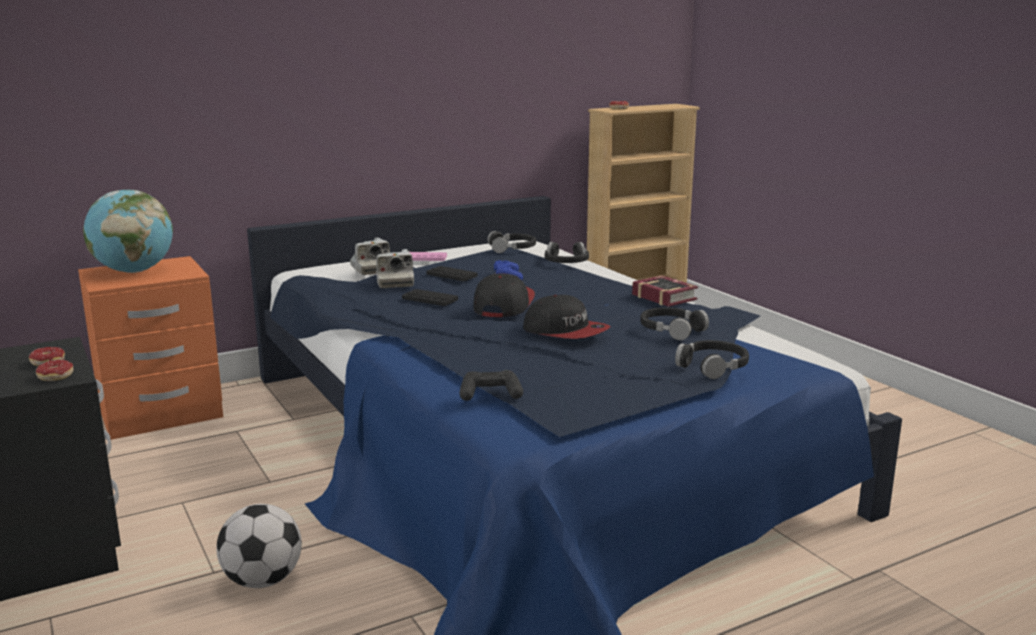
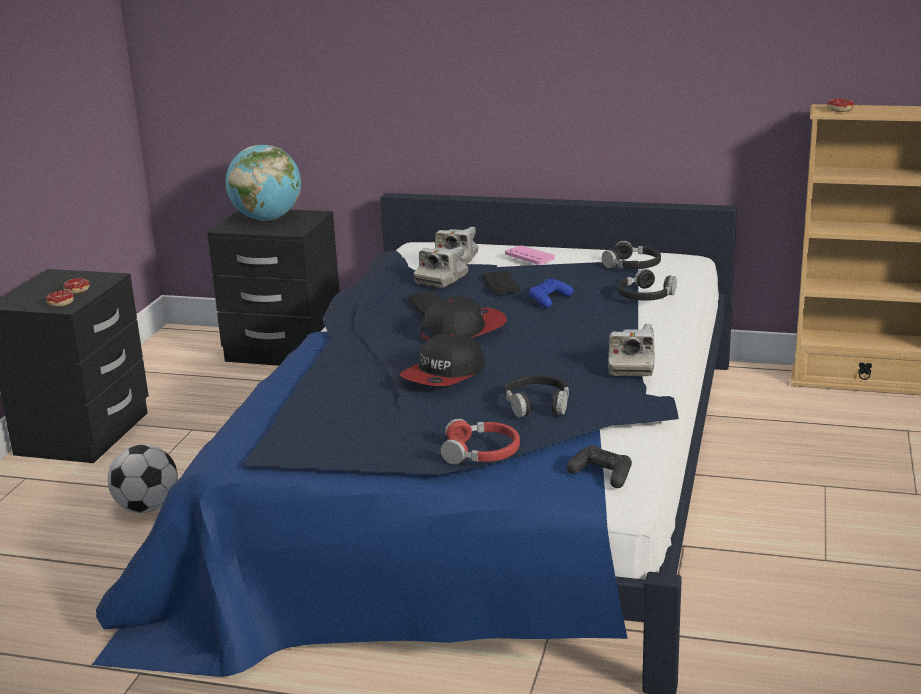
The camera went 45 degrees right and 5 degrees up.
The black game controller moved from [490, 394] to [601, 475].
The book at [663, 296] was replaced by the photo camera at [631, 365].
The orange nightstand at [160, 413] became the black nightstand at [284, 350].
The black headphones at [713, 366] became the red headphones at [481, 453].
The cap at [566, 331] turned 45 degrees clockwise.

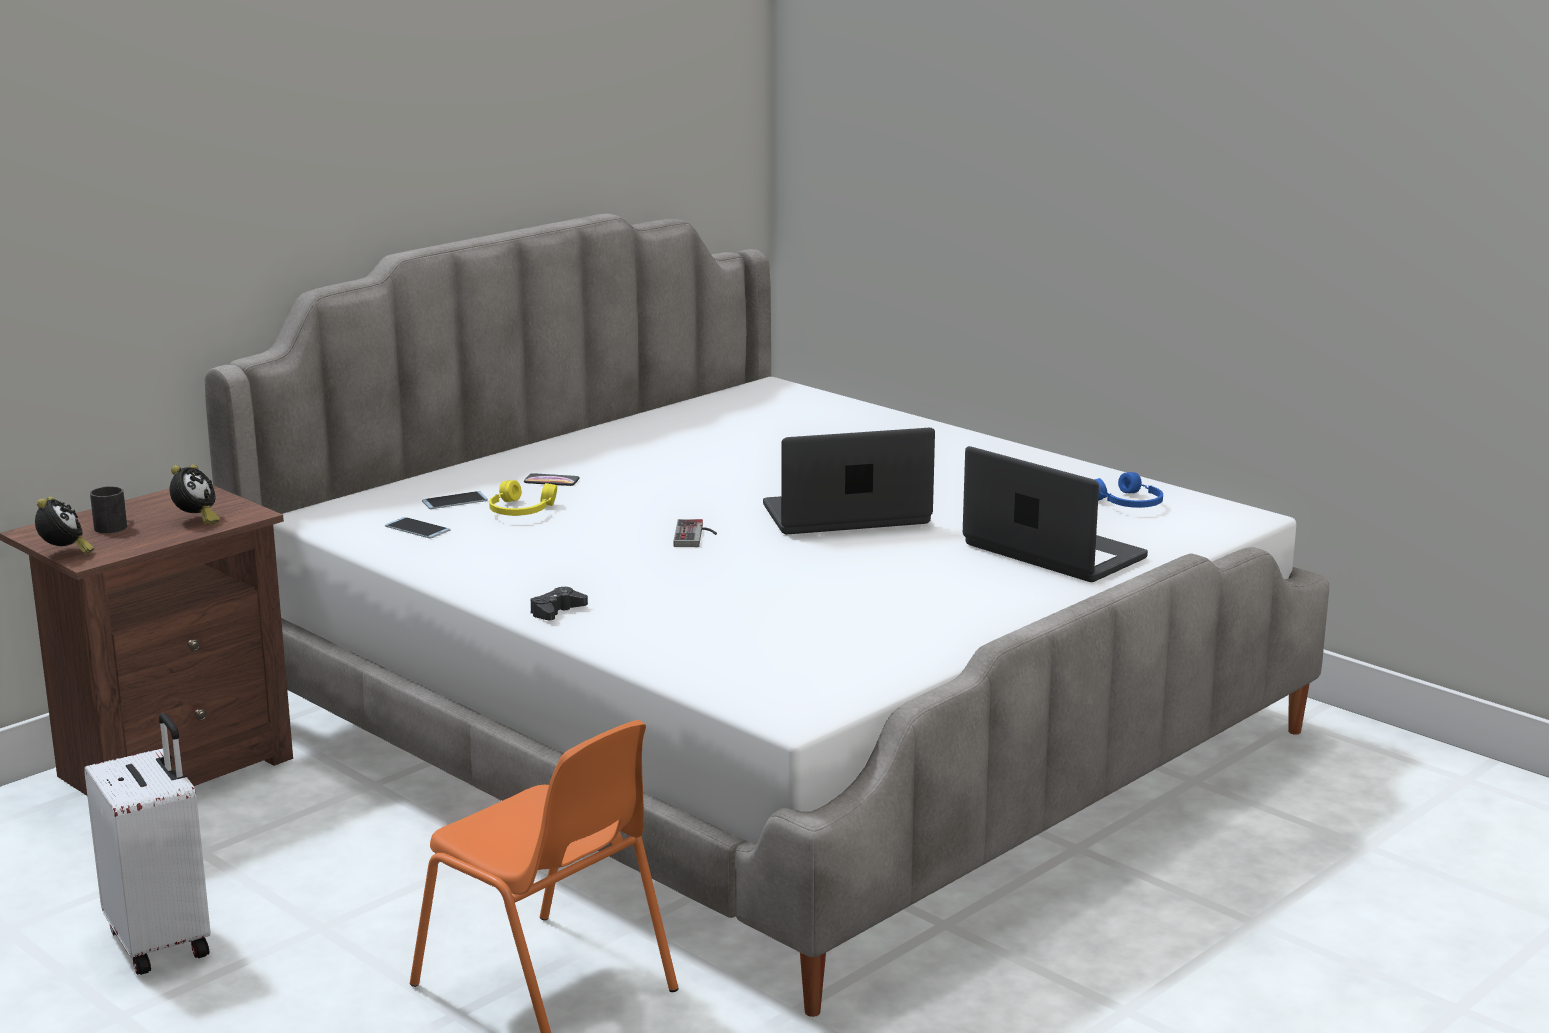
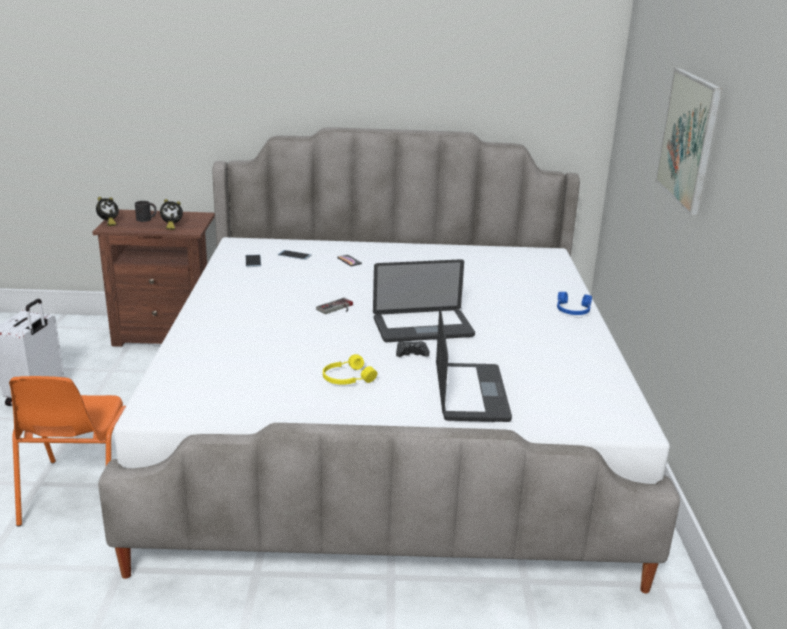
The camera went 45 degrees right and 5 degrees up.
The picture at [688, 139] appeared.
The yellow headphones moved from [520, 511] to [347, 378].
The black game controller moved from [557, 611] to [411, 353].
The blue headphones moved from [1128, 504] to [572, 310].
The laptop at [846, 515] turned 135 degrees clockwise.

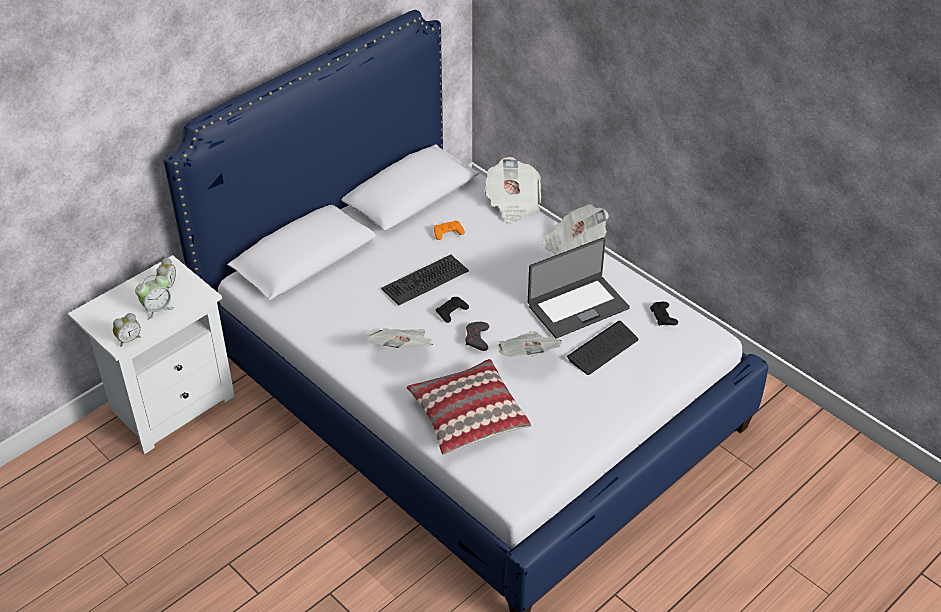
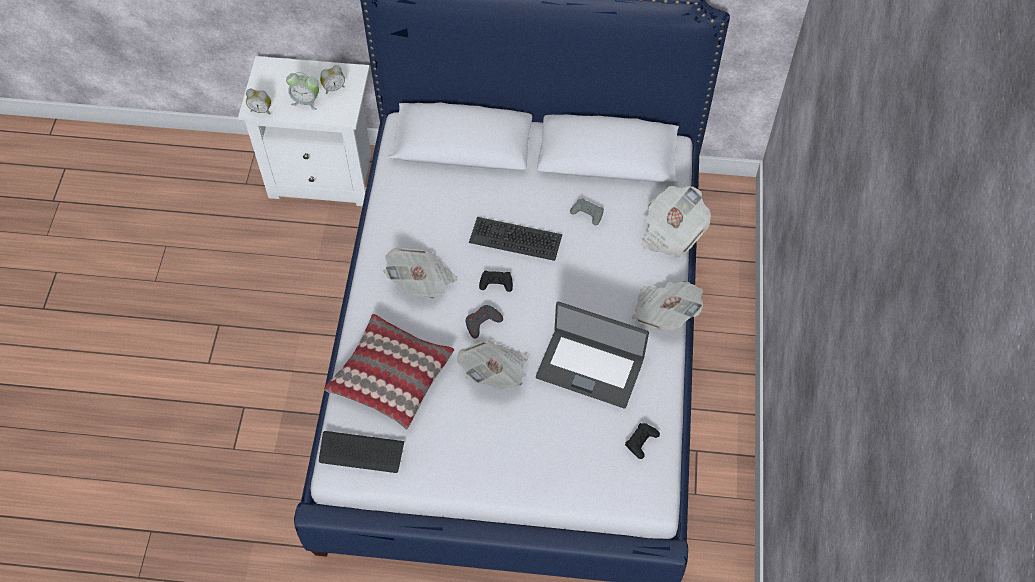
The camera went 50 degrees right and 15 degrees up.
The keyboard moved from [603, 349] to [361, 452].
The orange game controller at [448, 232] became the grey game controller at [587, 213].

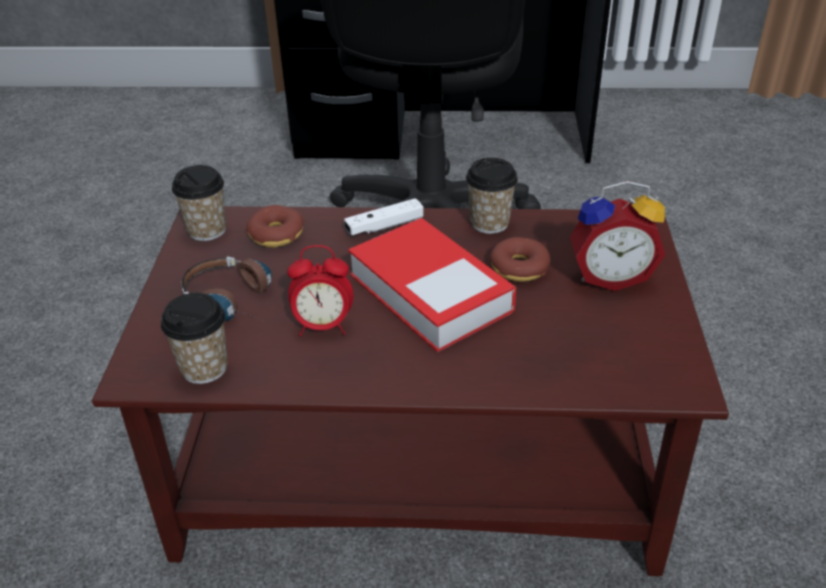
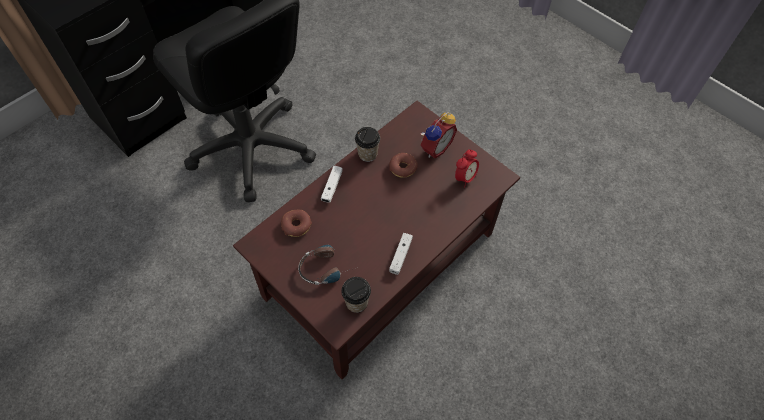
The camera went 50 degrees left and 20 degrees up.
The cup at [207, 230] disappeared.
The book at [430, 293] disappeared.
The white game controller at [400, 256] appeared.
The alarm clock moved from [323, 326] to [465, 178].

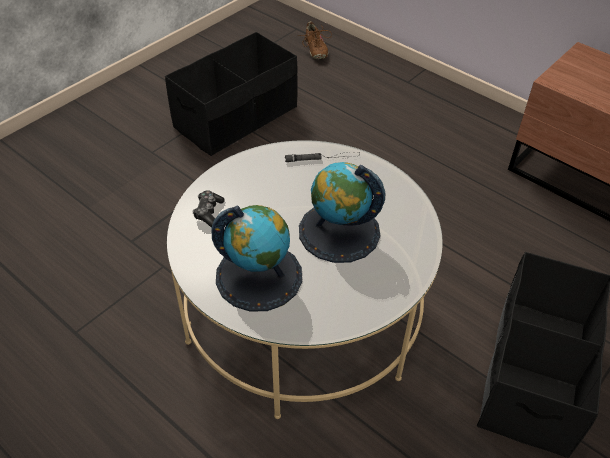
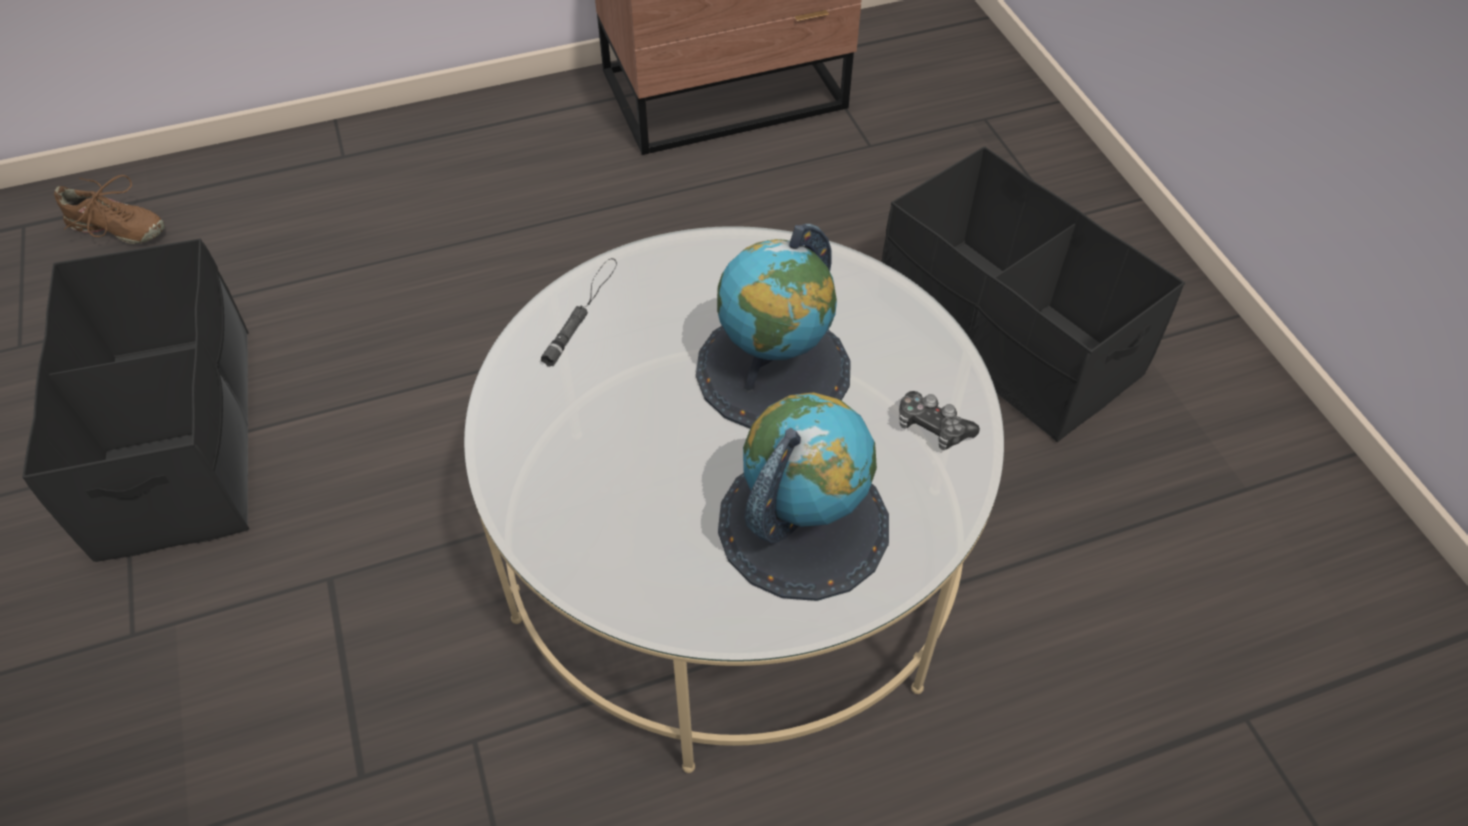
The camera went 60 degrees left and 5 degrees up.
The game controller moved from [208, 212] to [932, 427].

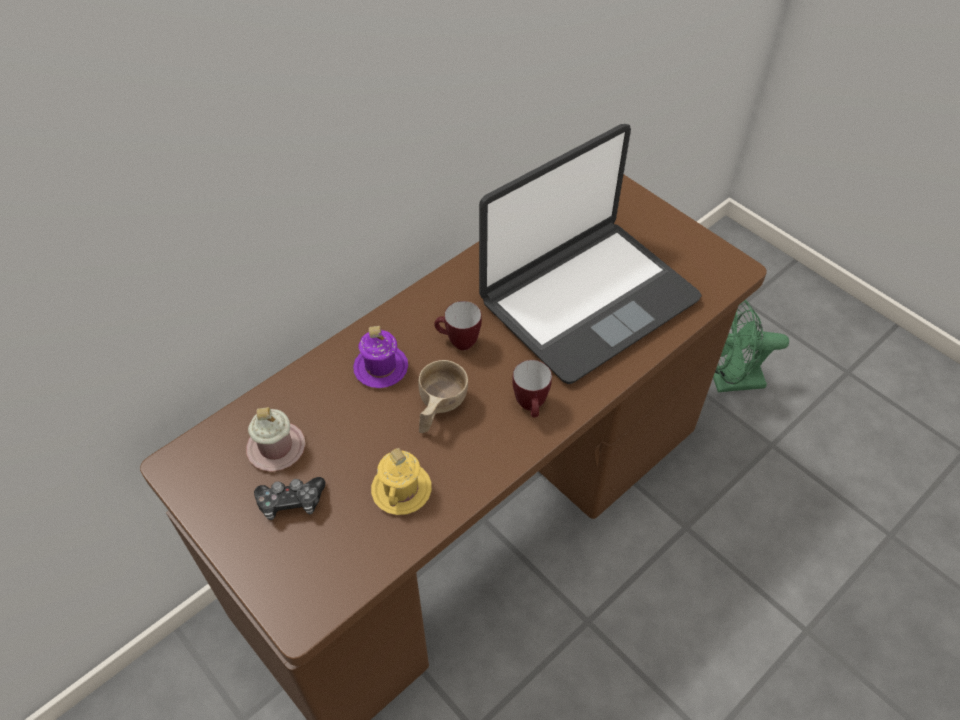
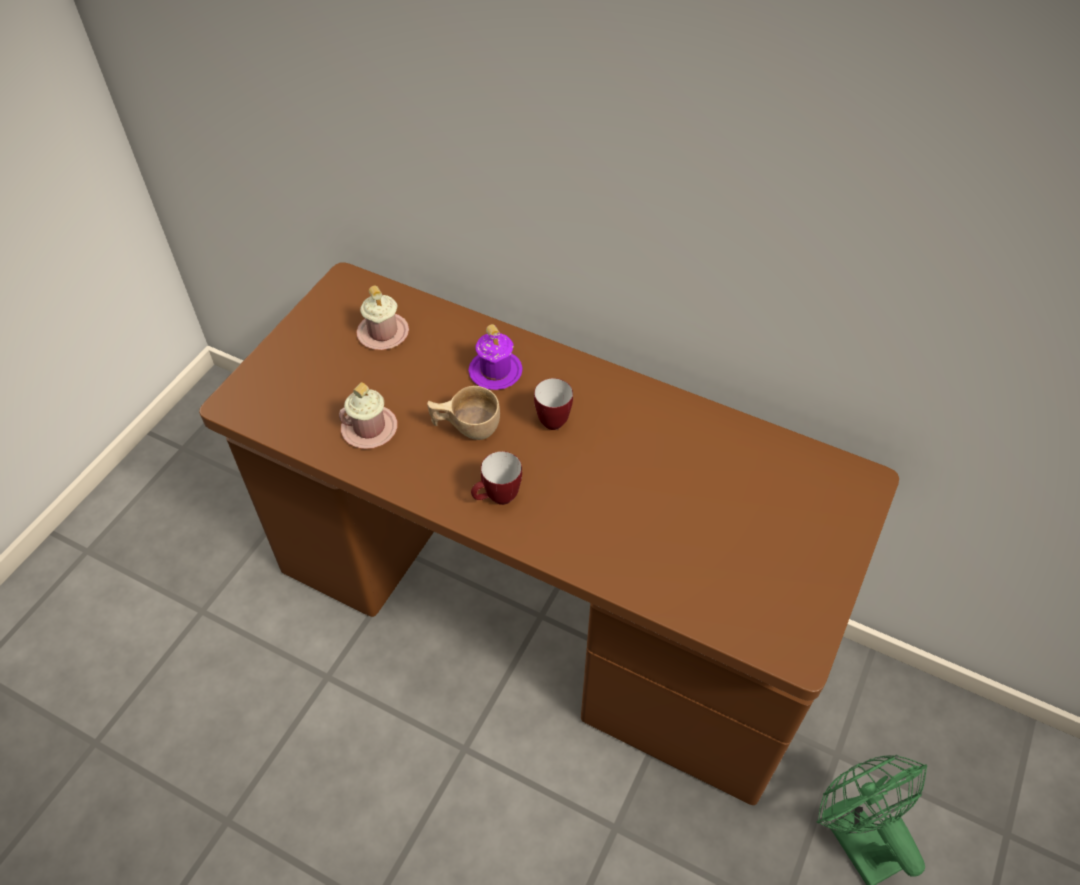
The camera went 70 degrees right and 0 degrees up.
The game controller at [291, 502] disappeared.
The laptop at [587, 299] disappeared.
The yellow mug at [401, 489] became the pink mug at [369, 428].

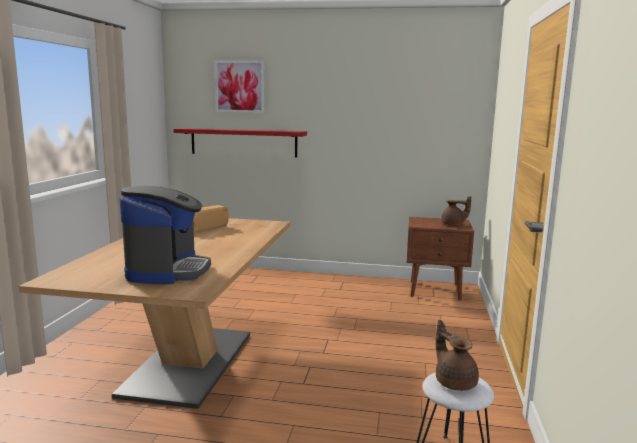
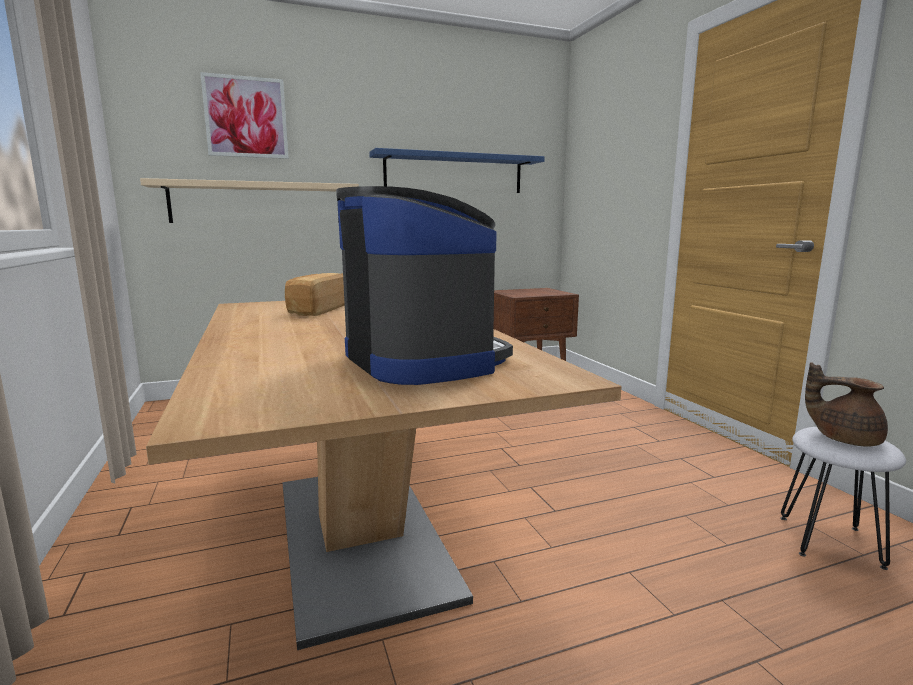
The camera went 30 degrees left and 0 degrees up.
The brown teapot at [453, 224] disappeared.
The blue shelf at [454, 173] appeared.
The red shelf at [243, 142] became the beige shelf at [258, 203].

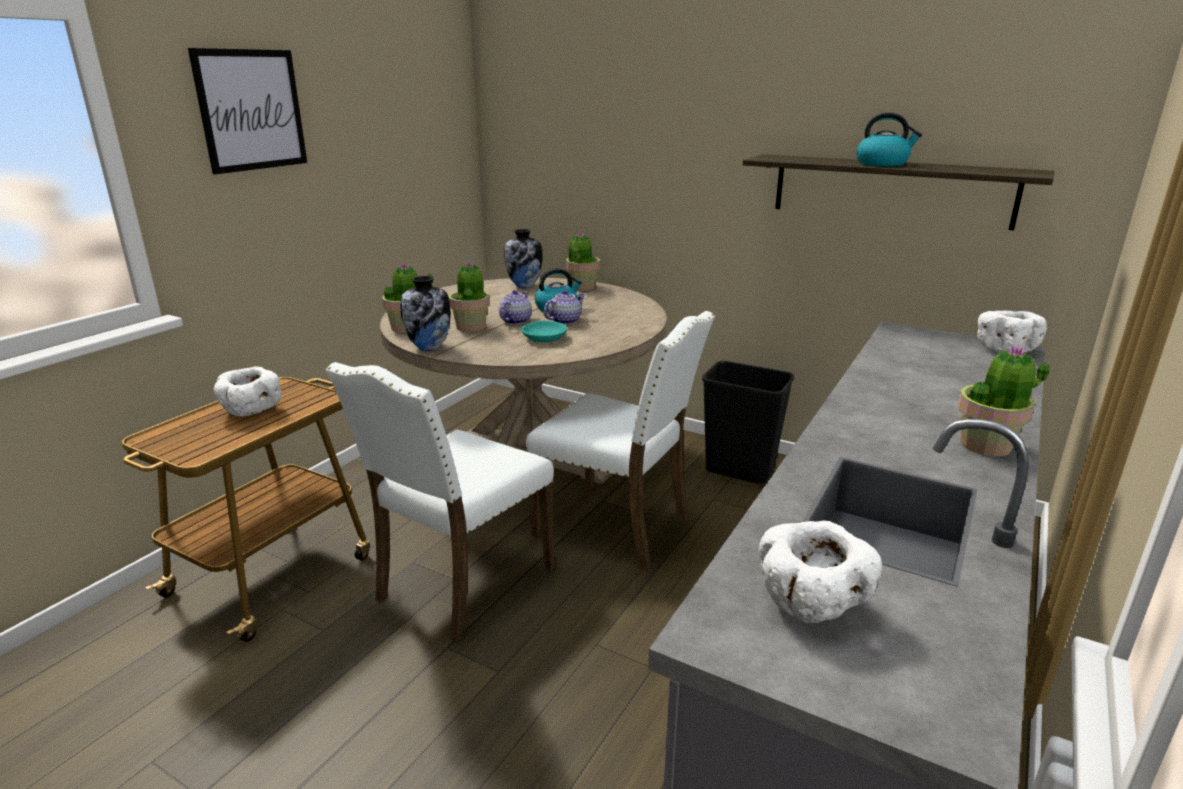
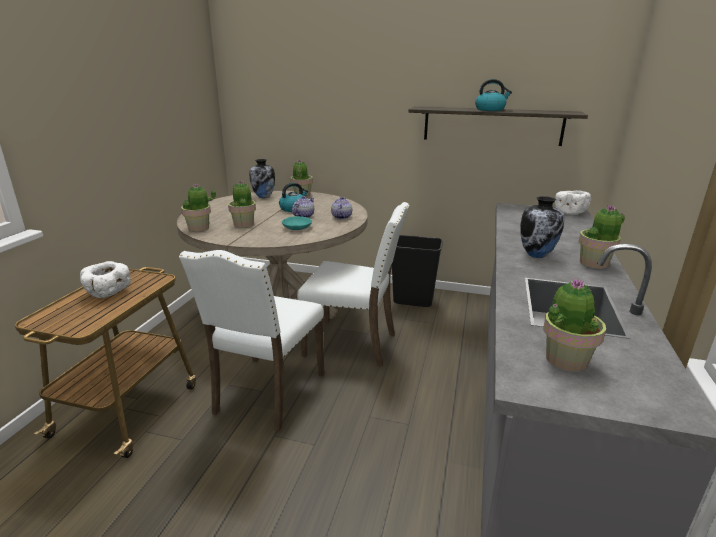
The camera went 15 degrees left and 0 degrees up.
The picture at [251, 110] disappeared.
The vase moved from [429, 348] to [537, 255].
The teapot moved from [515, 321] to [341, 217].
The white bowl at [810, 605] was replaced by the potted plant at [565, 360].

